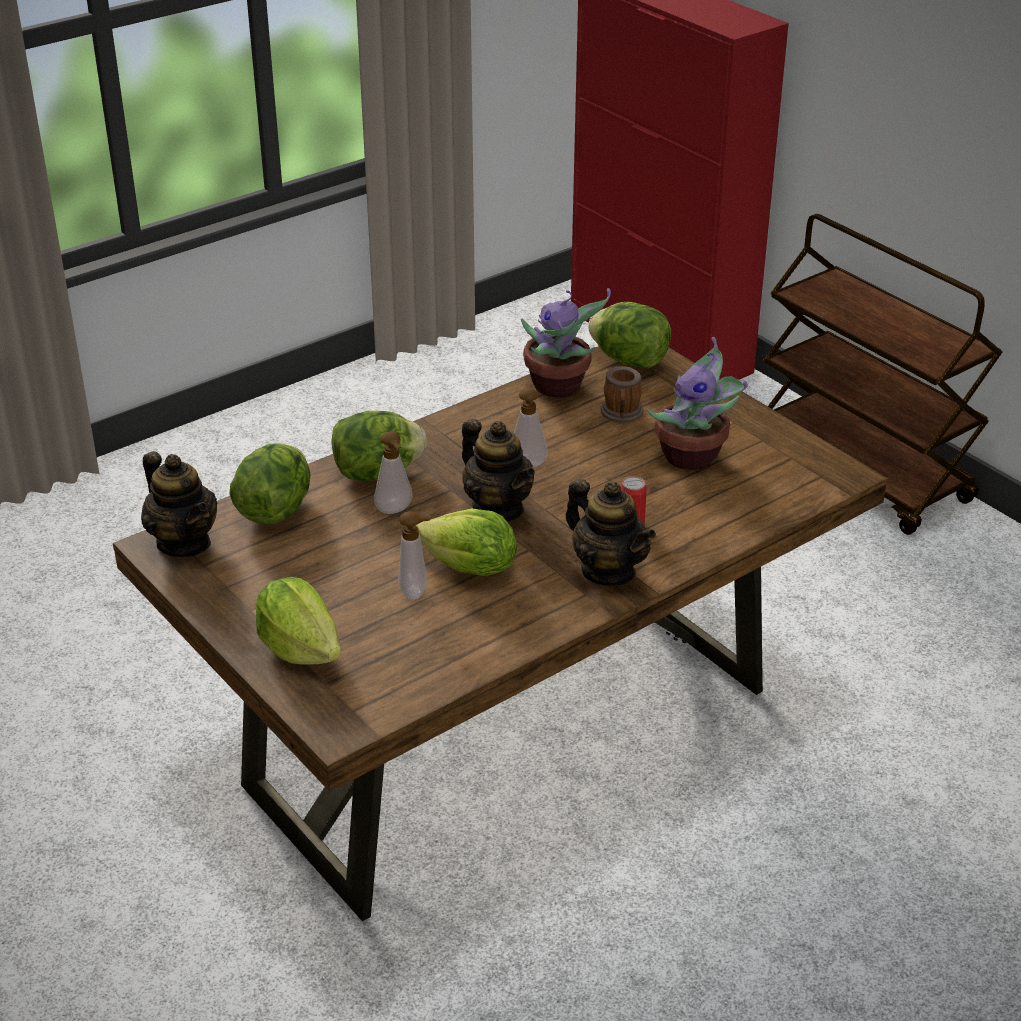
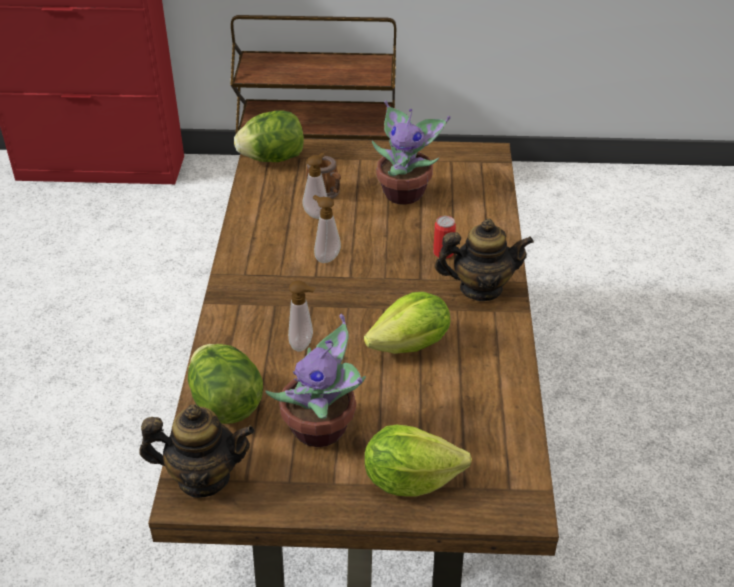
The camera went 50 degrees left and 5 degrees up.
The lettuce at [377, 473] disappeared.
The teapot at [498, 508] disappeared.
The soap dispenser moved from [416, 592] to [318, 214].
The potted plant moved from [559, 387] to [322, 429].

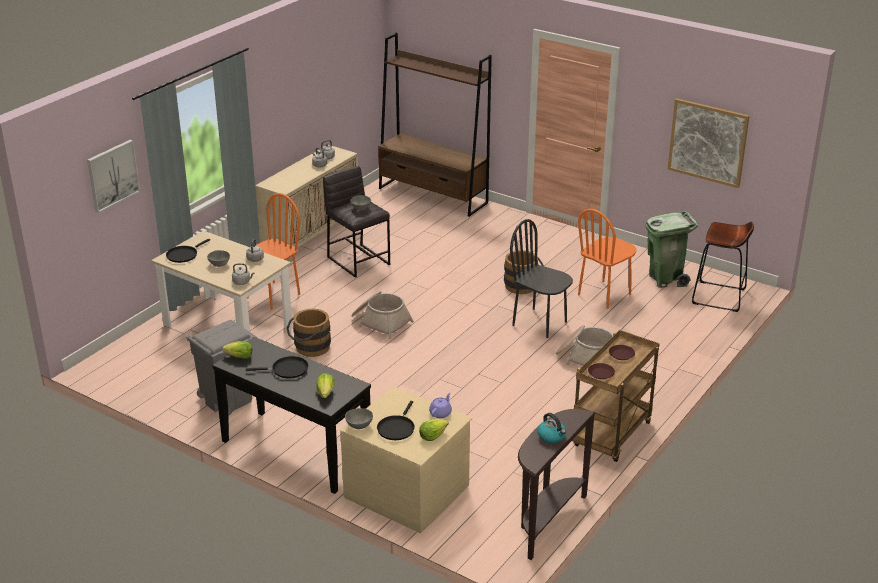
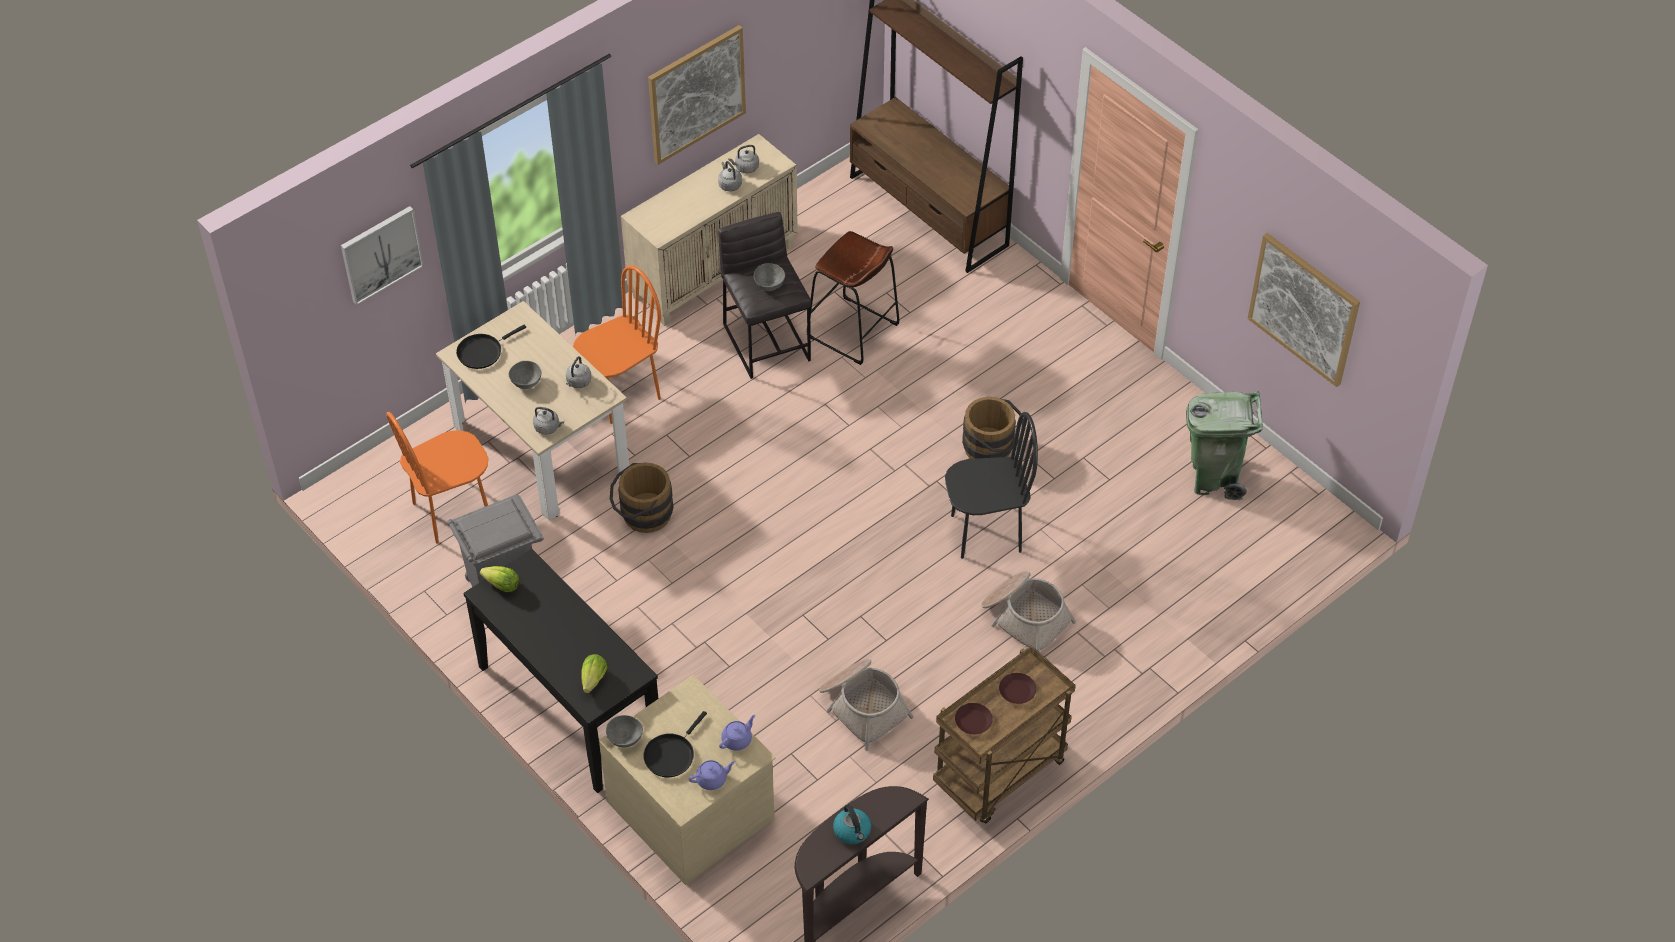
The camera went 15 degrees right and 20 degrees up.
The black frying pan at [287, 370] disappeared.
The picture at [696, 93] appeared.
The basket moved from [380, 322] to [862, 706].
The orange chair moved from [604, 294] to [452, 511].
The brown stool moved from [719, 296] to [853, 331].
The lettuce at [432, 436] was replaced by the purple teapot at [712, 779].
The black chair at [539, 323] turned 120 degrees clockwise.

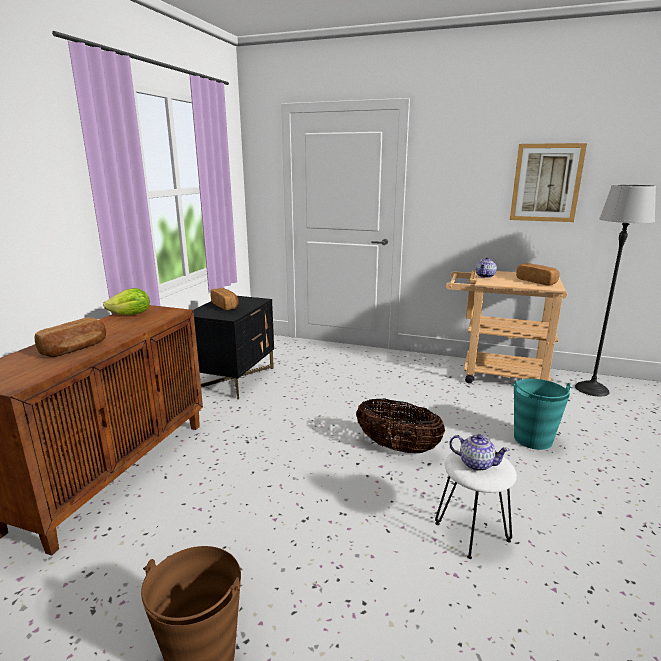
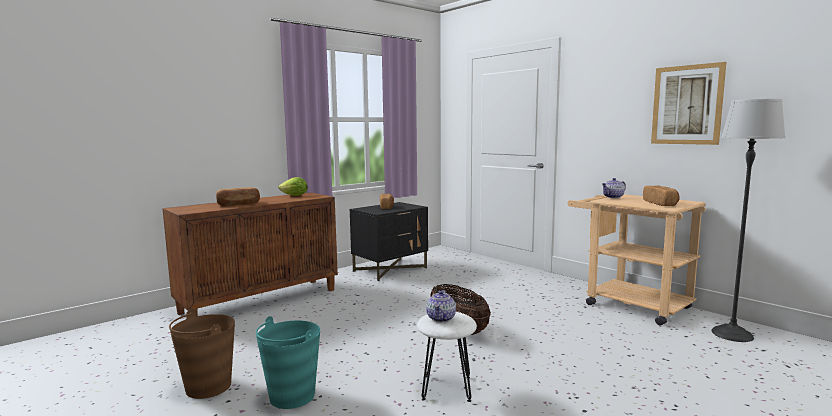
The camera went 30 degrees right and 10 degrees down.
The turquoise bucket moved from [532, 439] to [291, 396].
The teapot at [476, 463] turned 45 degrees clockwise.

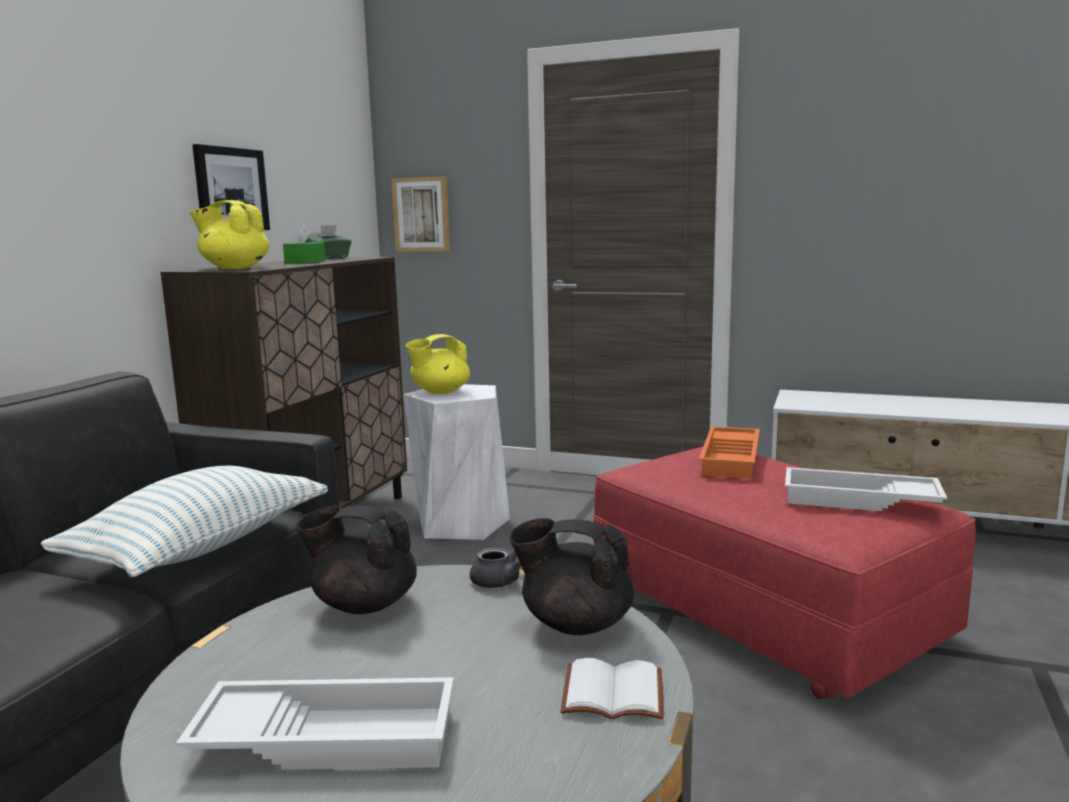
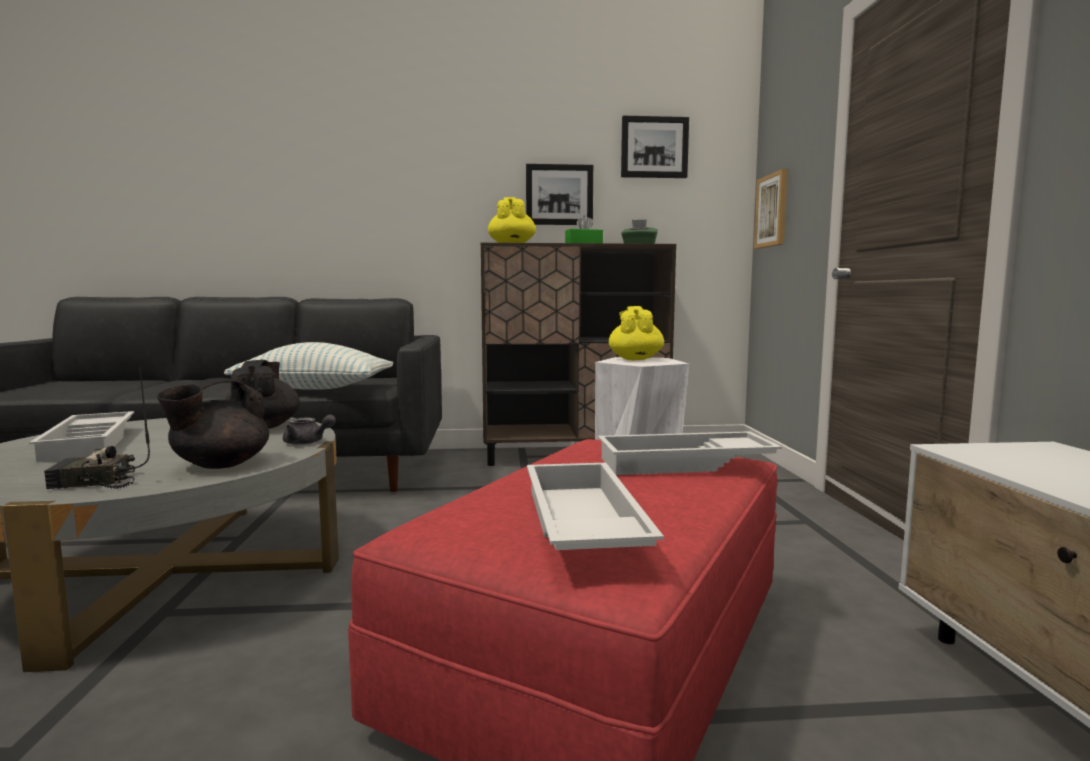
The camera went 65 degrees right and 5 degrees down.
The picture at [654, 147] appeared.
The white book at [611, 695] was replaced by the radio at [94, 482].
The orange tray at [732, 459] became the white tray at [684, 464].
The yellow teapot at [440, 392] turned 60 degrees clockwise.
The black teapot at [575, 624] turned 135 degrees counterclockwise.

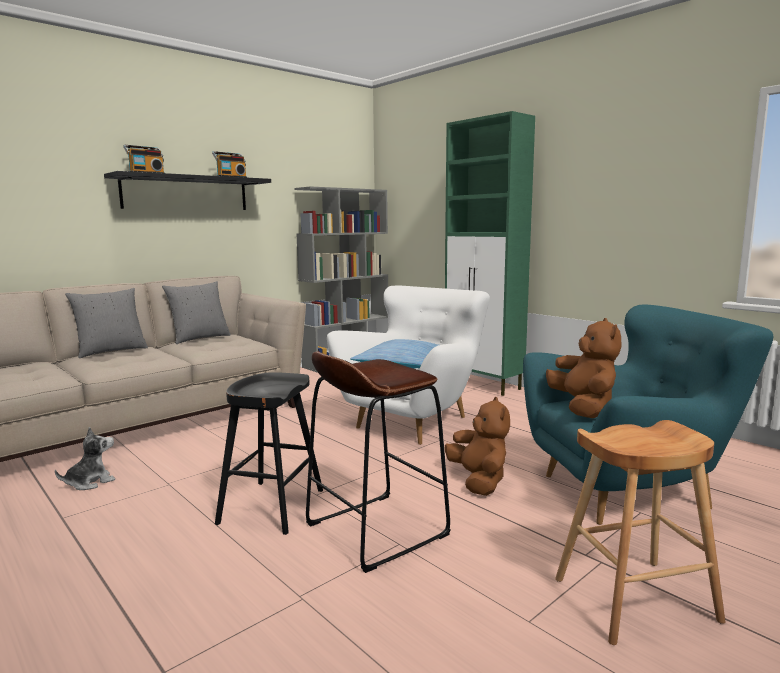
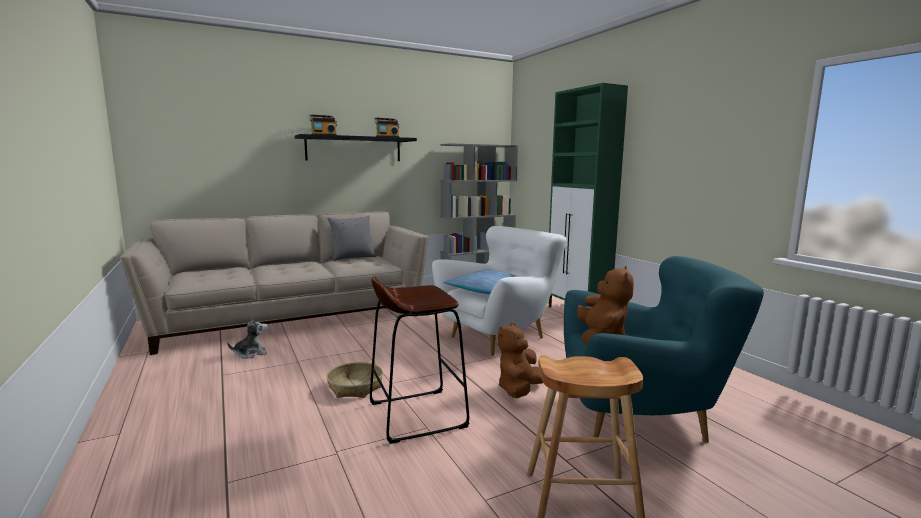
The camera went 15 degrees right and 0 degrees up.
The grey pillow at [111, 351] disappeared.
The black stool at [272, 507] was replaced by the basket at [355, 387].
The brown plush toy at [479, 481] turned 150 degrees counterclockwise.

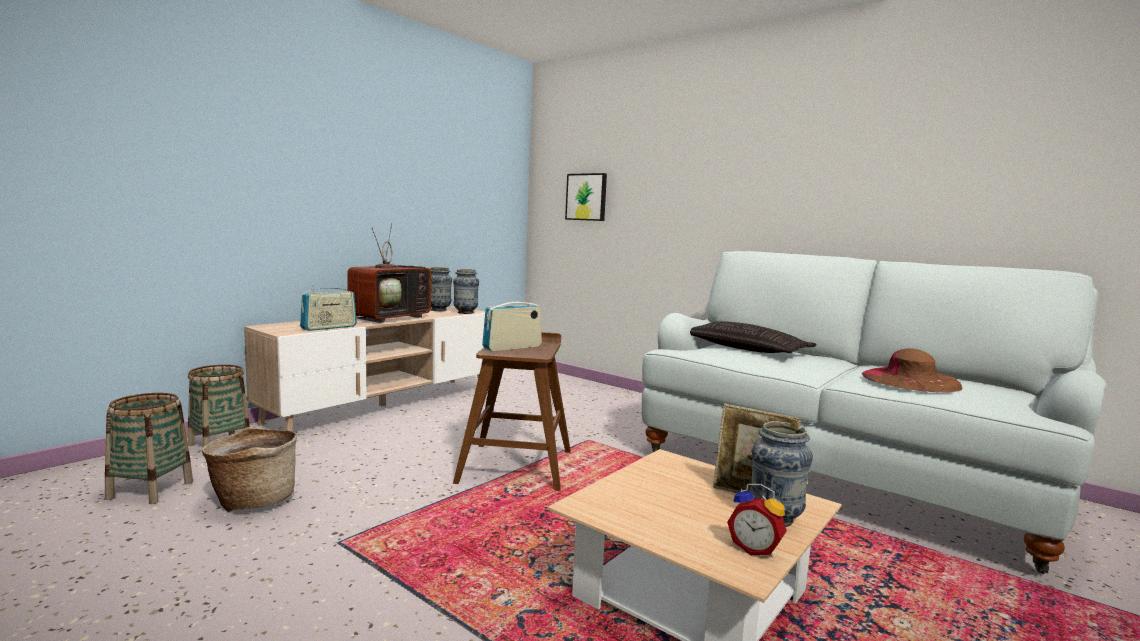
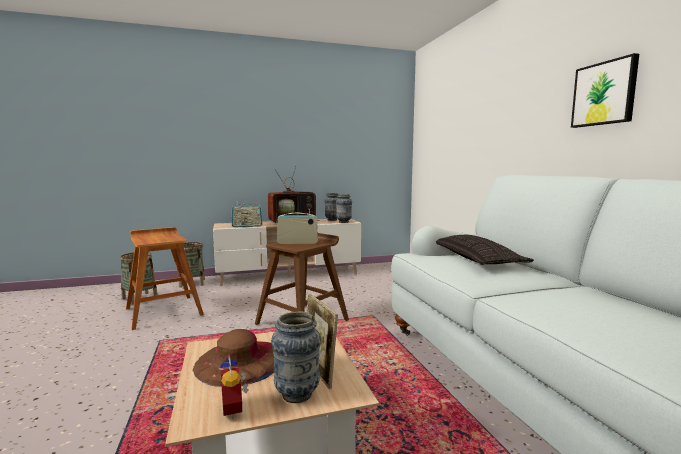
The camera went 35 degrees right and 0 degrees up.
The picture moved from [587, 197] to [604, 94].
The brown hat moved from [910, 380] to [239, 361].
The basket at [253, 500] was replaced by the brown stool at [164, 311].

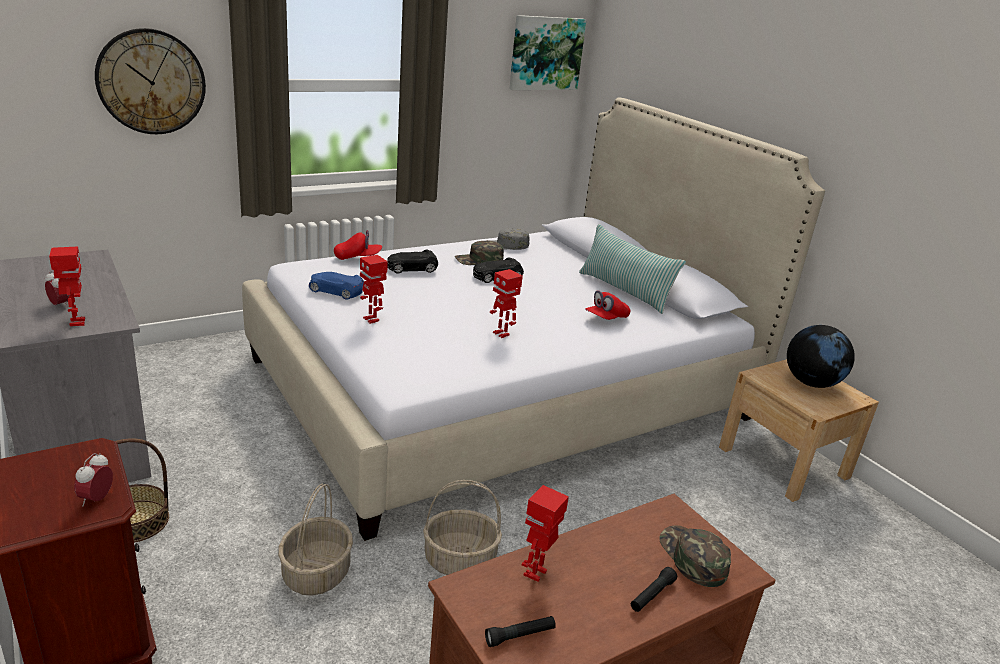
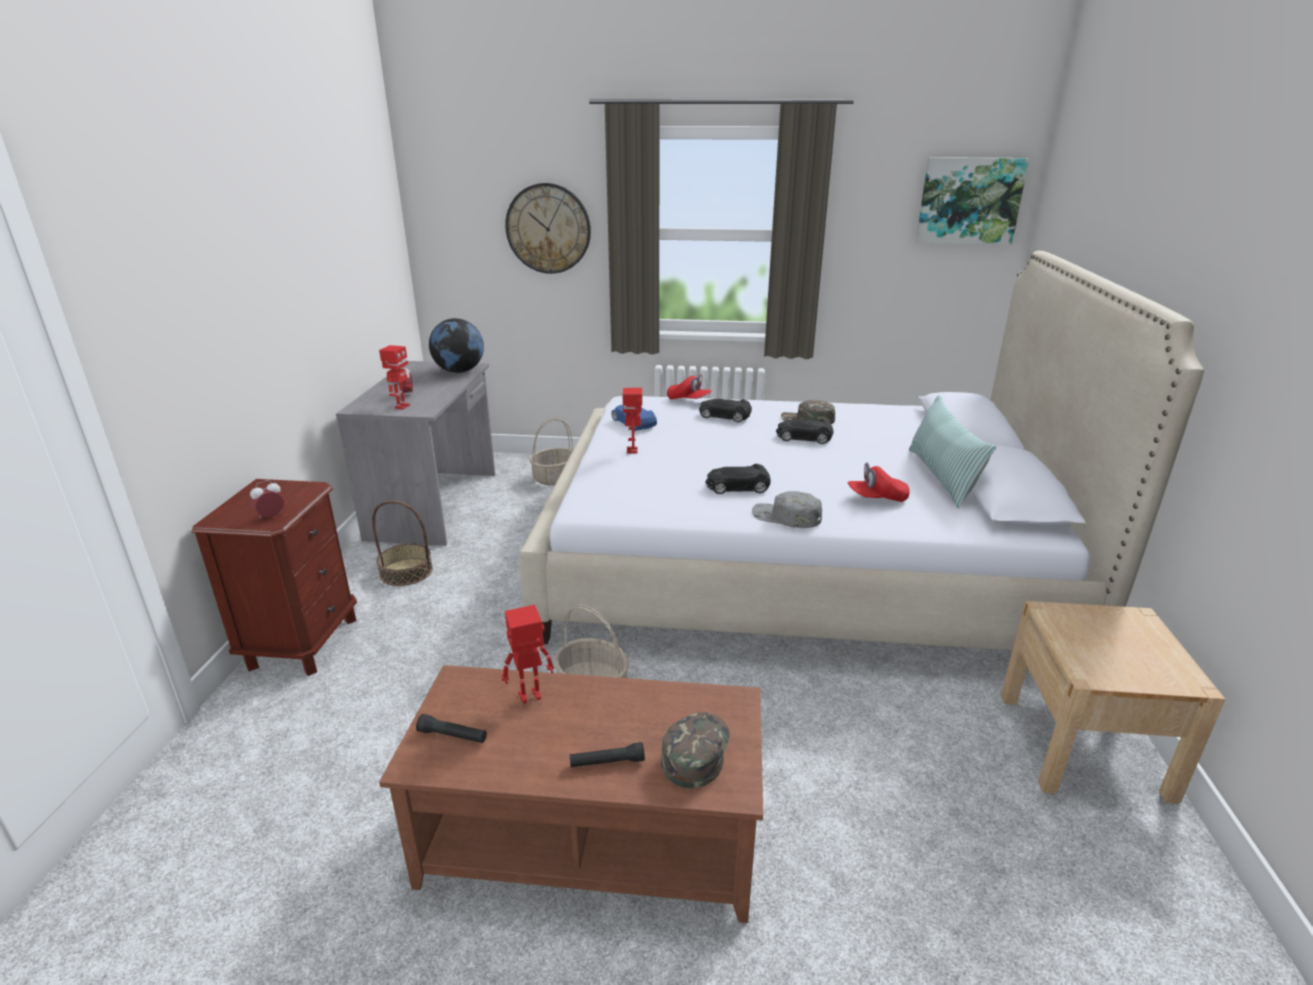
The camera went 40 degrees right and 0 degrees up.
The basket moved from [316, 573] to [555, 478].
The grey cap moved from [506, 245] to [786, 517].
The globe moved from [811, 383] to [459, 371].
The toy robot at [502, 334] was replaced by the black toy car at [737, 487].

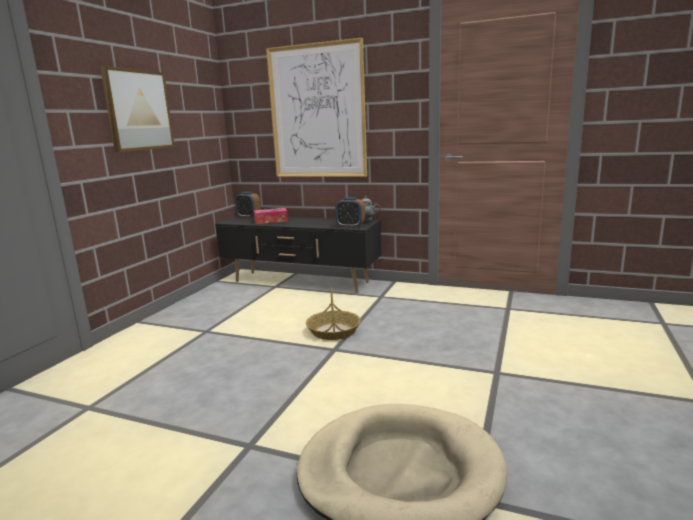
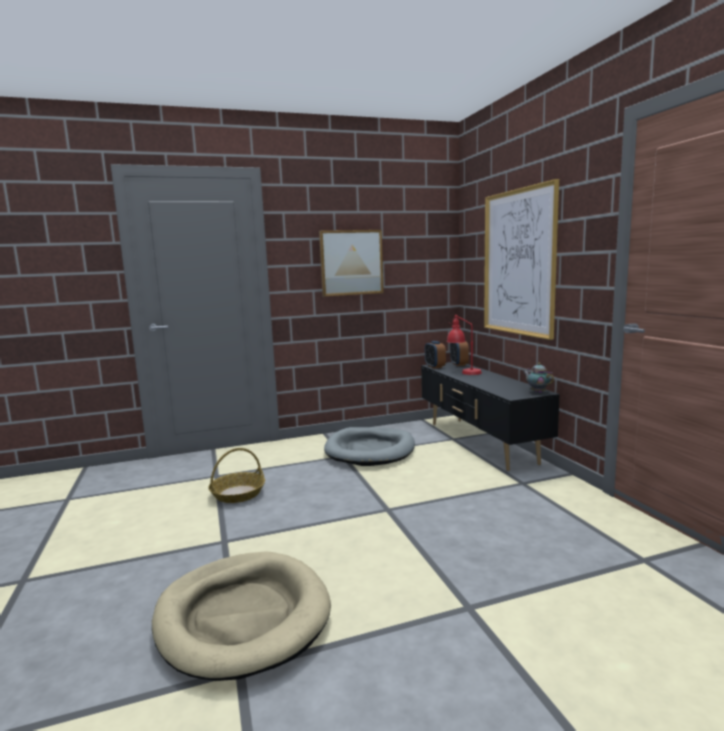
The camera went 50 degrees right and 5 degrees down.
The grey dog bed at [370, 450] appeared.
The basket moved from [333, 331] to [237, 494].
The alarm clock moved from [350, 226] to [435, 366].
The tissue box at [271, 221] was replaced by the red table lamp at [463, 372].

